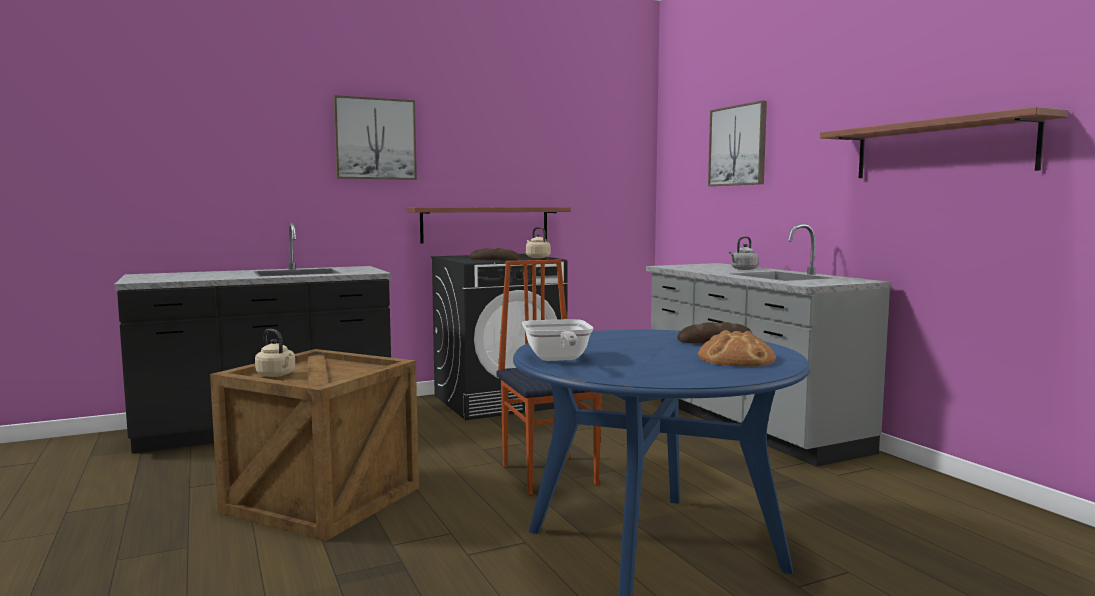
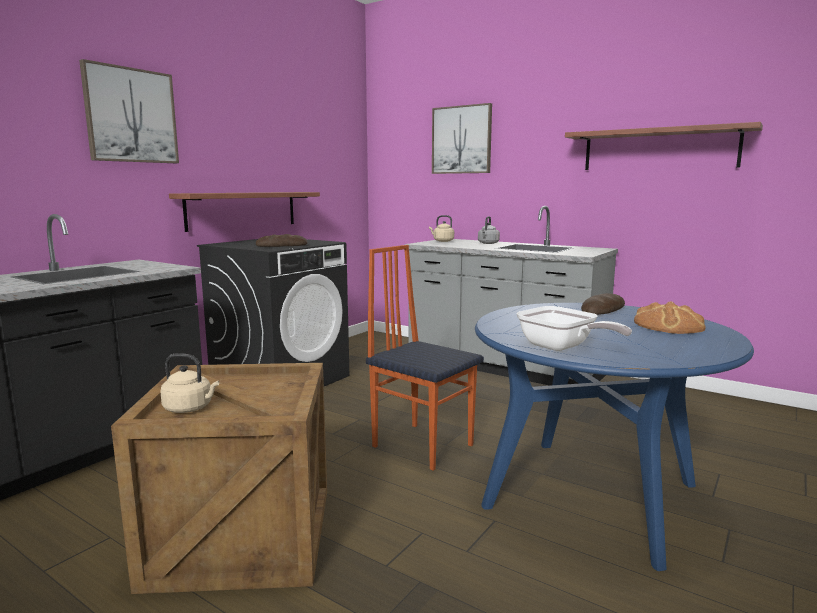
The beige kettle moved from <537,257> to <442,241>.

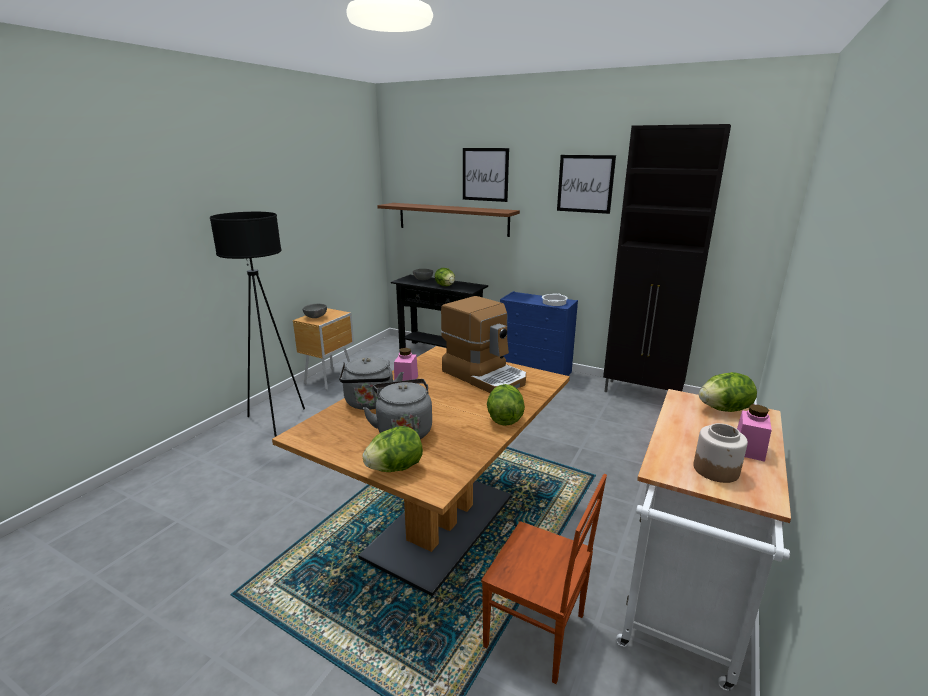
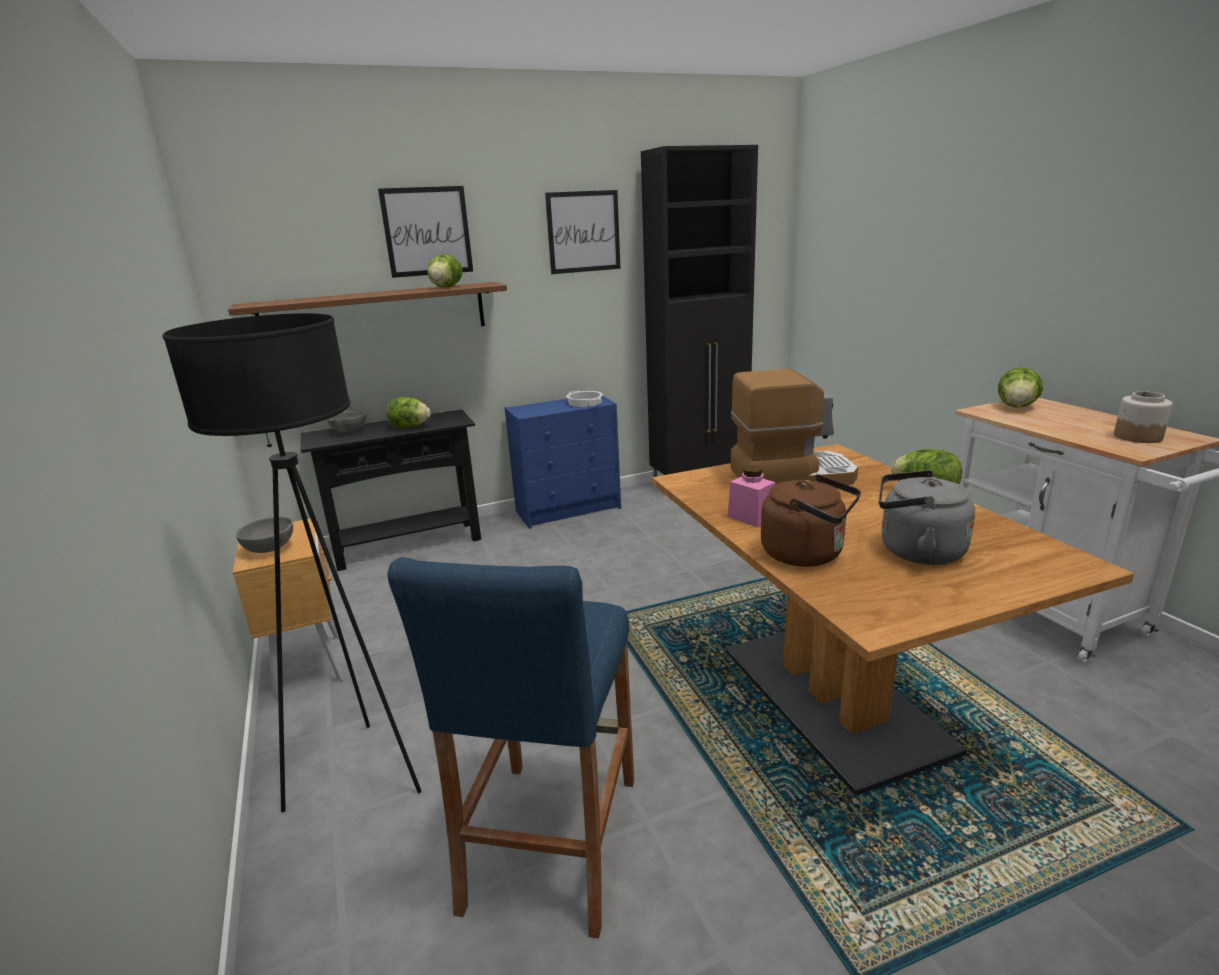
The blue stool at <551,840> appeared.
The lettuce moved from <395,468> to <446,287>.
The grey kettle at <370,403> became the brown kettle at <807,554>.
The brown chair at <536,633> disappeared.
The pink jar at <749,449> disappeared.

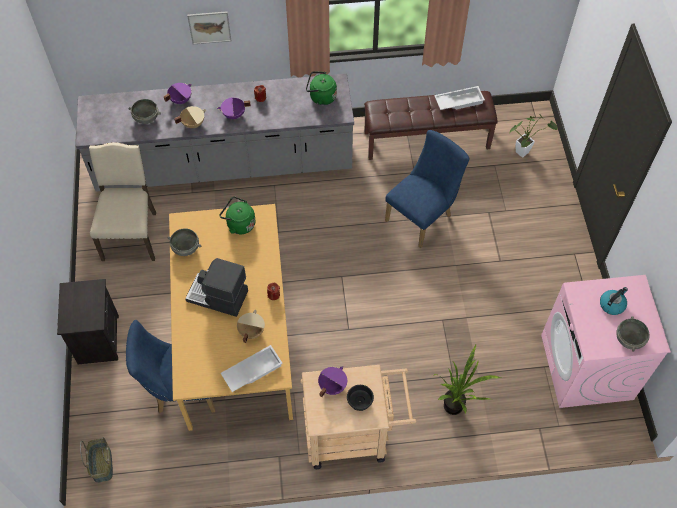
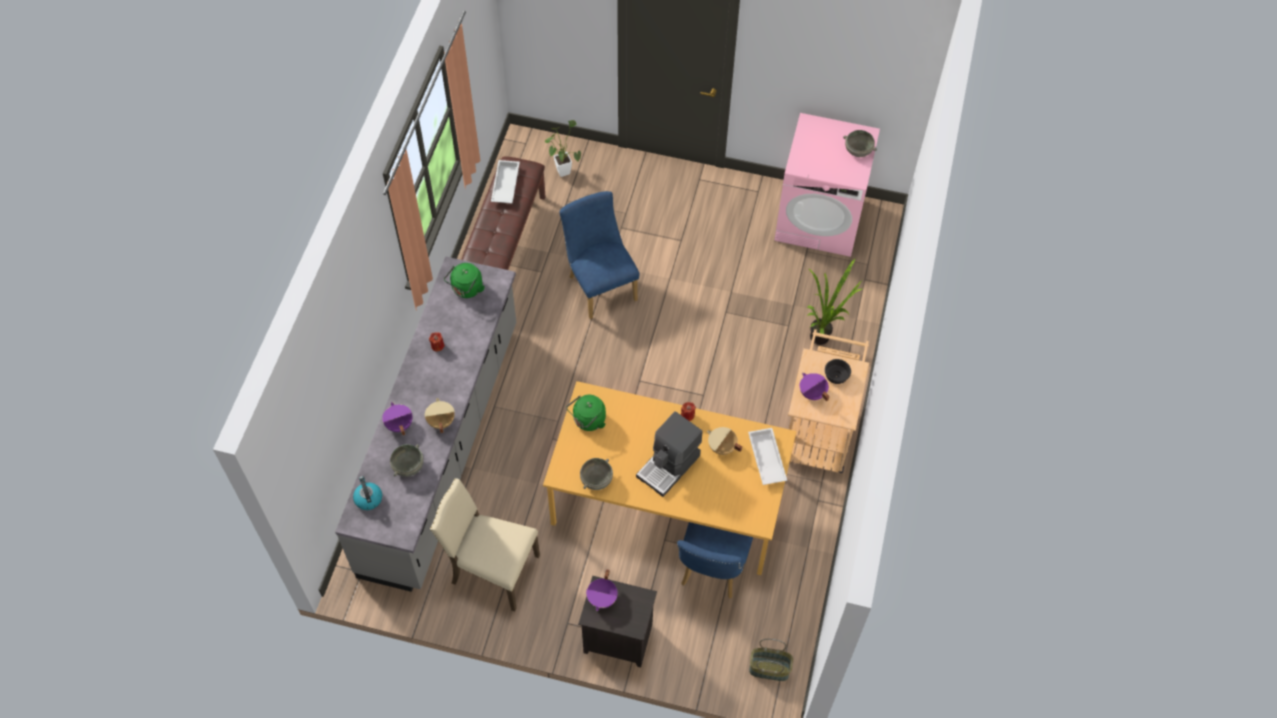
The kettle moved from <612,304> to <368,498>.
The purple cooking pot moved from <234,115> to <602,598>.
The picture at <209,27> disappeared.

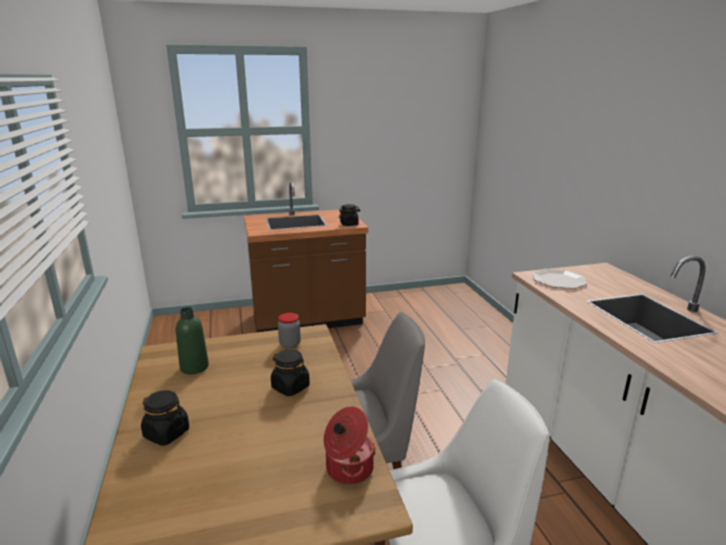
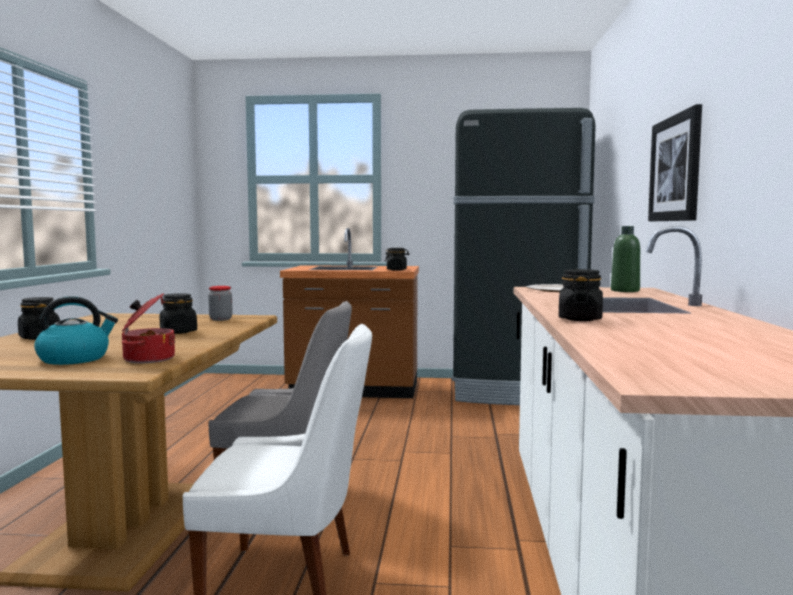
The kettle at <75,359> appeared.
The black fridge at <517,392> appeared.
The black jar at <579,319> appeared.
The green bottle moved from <194,367> to <625,290>.
The picture at <676,168> appeared.

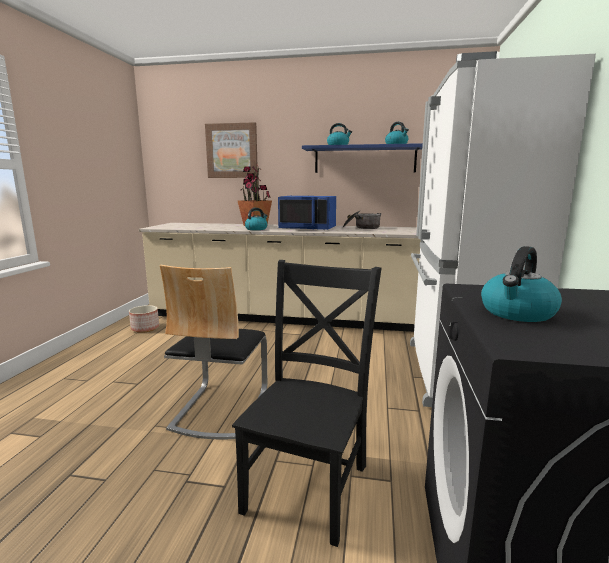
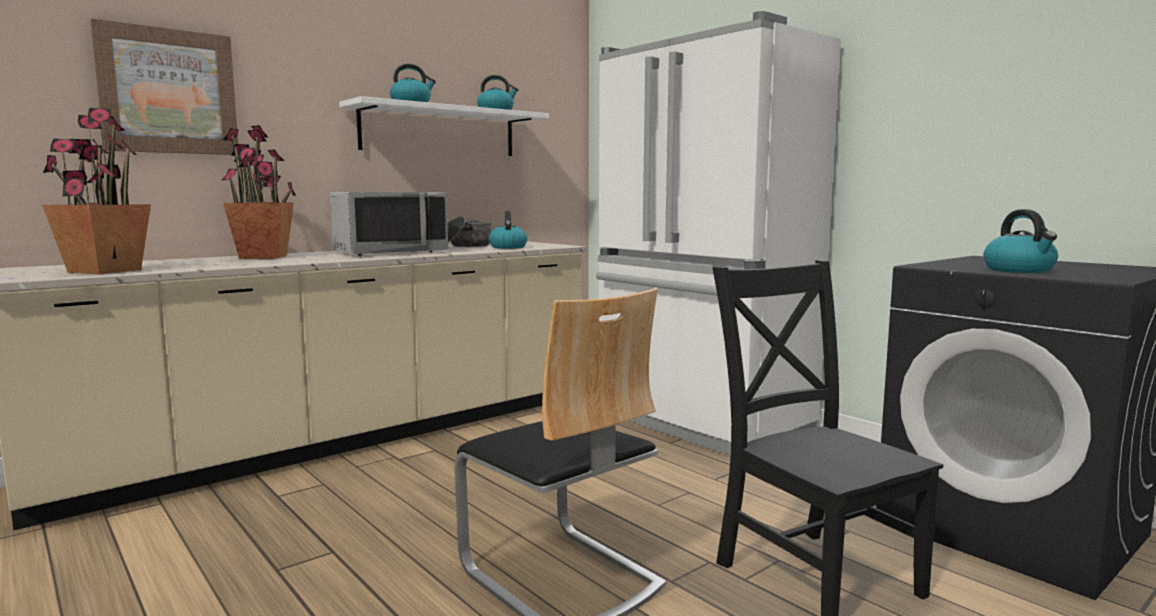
The potted plant at <104,271> appeared.
The blue microwave at <308,228> became the grey microwave at <390,252>.
The blue shelf at <364,159> became the white shelf at <439,131>.
The kettle moved from <256,229> to <508,247>.
The planter at <145,328> disappeared.

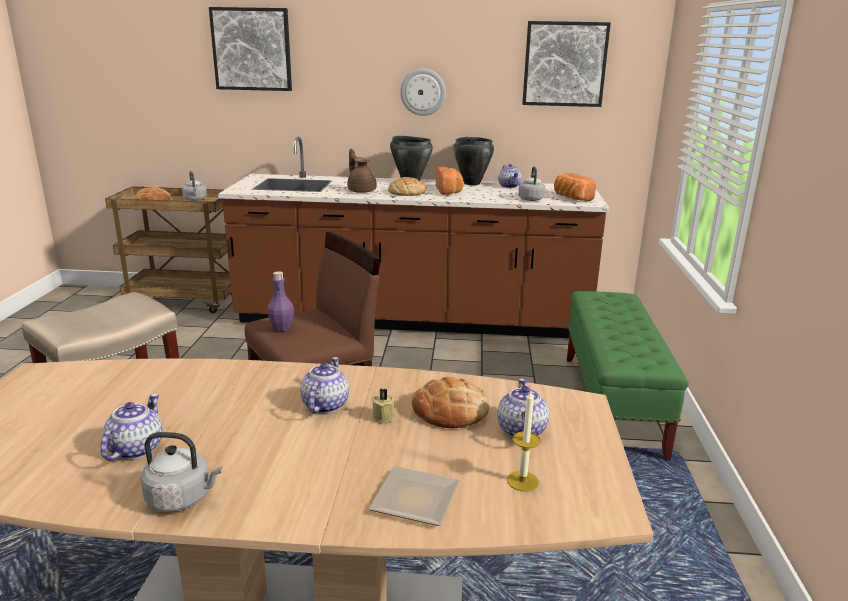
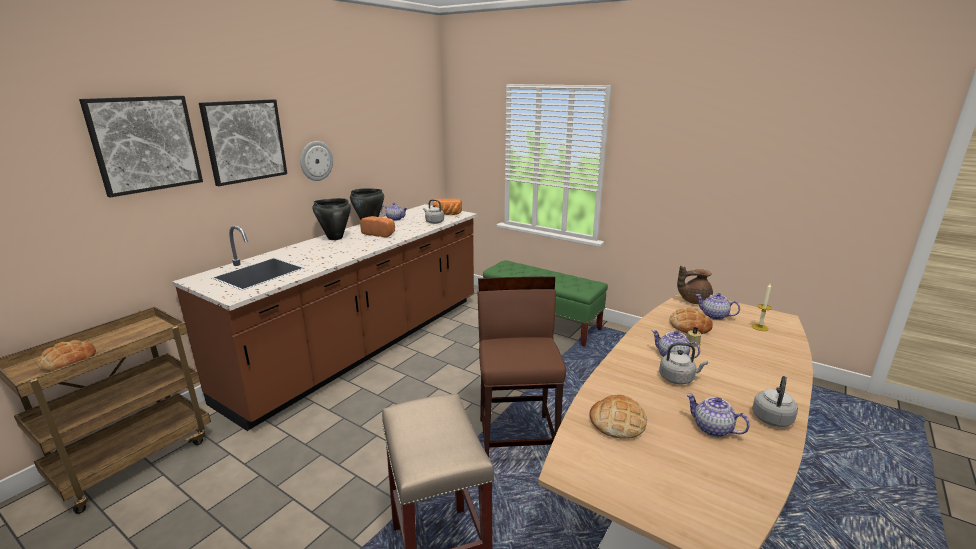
The picture moved from <564,64> to <245,141>.
The bread moved from <407,192> to <617,421>.
The grey kettle moved from <195,200> to <678,378>.
The brown teapot moved from <361,191> to <693,301>.
The purple bottle at <281,328> disappeared.
The plate at <413,497> disappeared.

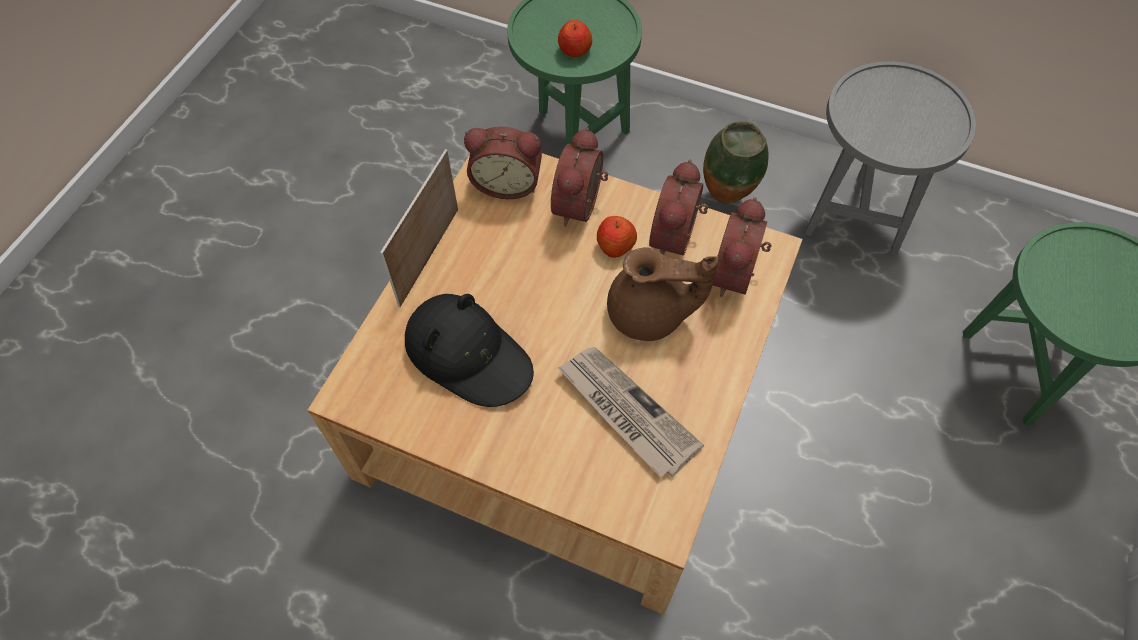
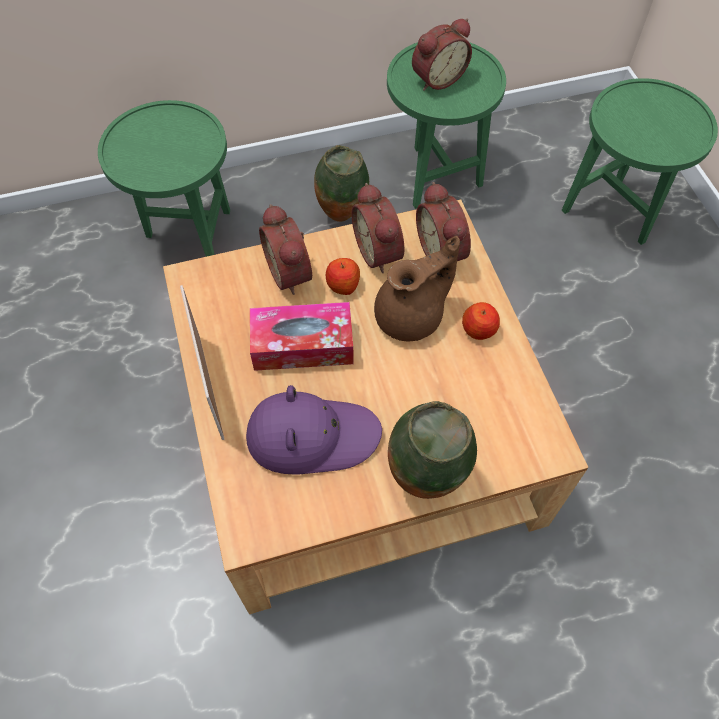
The black hat at <469,355> became the purple hat at <312,436>.
The tissue box at <303,345> appeared.
The grey side table at <855,214> became the green side table at <434,174>.
The vase at <425,479> appeared.
The alarm clock moved from <507,183> to <437,78>.
The apple moved from <574,50> to <479,329>.
The newspaper at <626,412> disappeared.

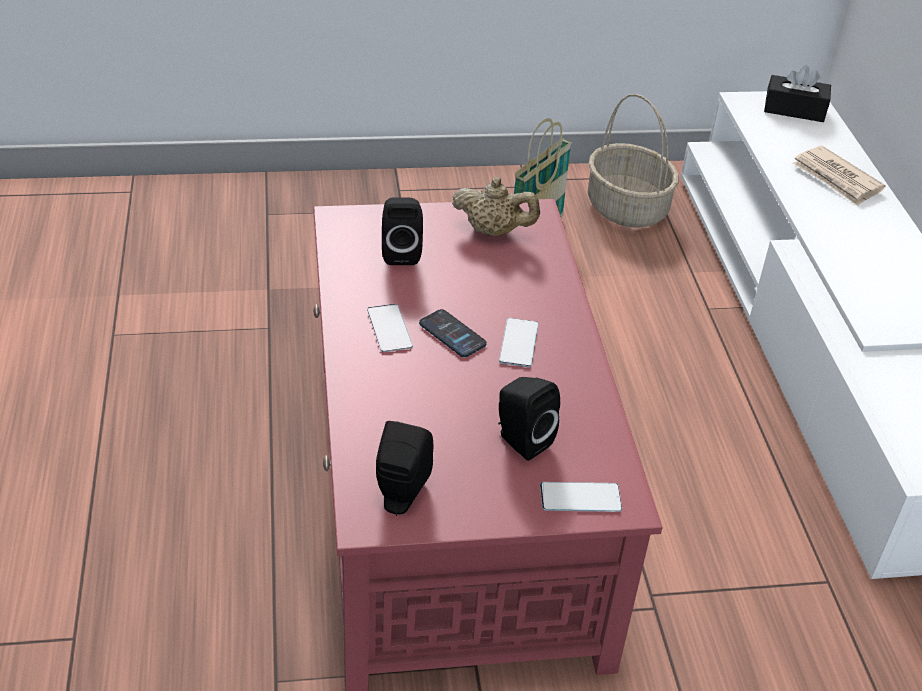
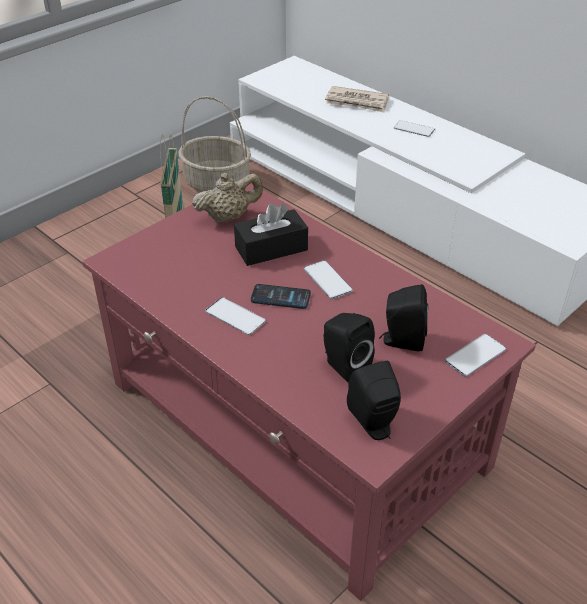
The black tissue box moved from <794,109> to <271,248>.
The black speaker moved from <401,252> to <343,365>.
The phone at <414,129> appeared.

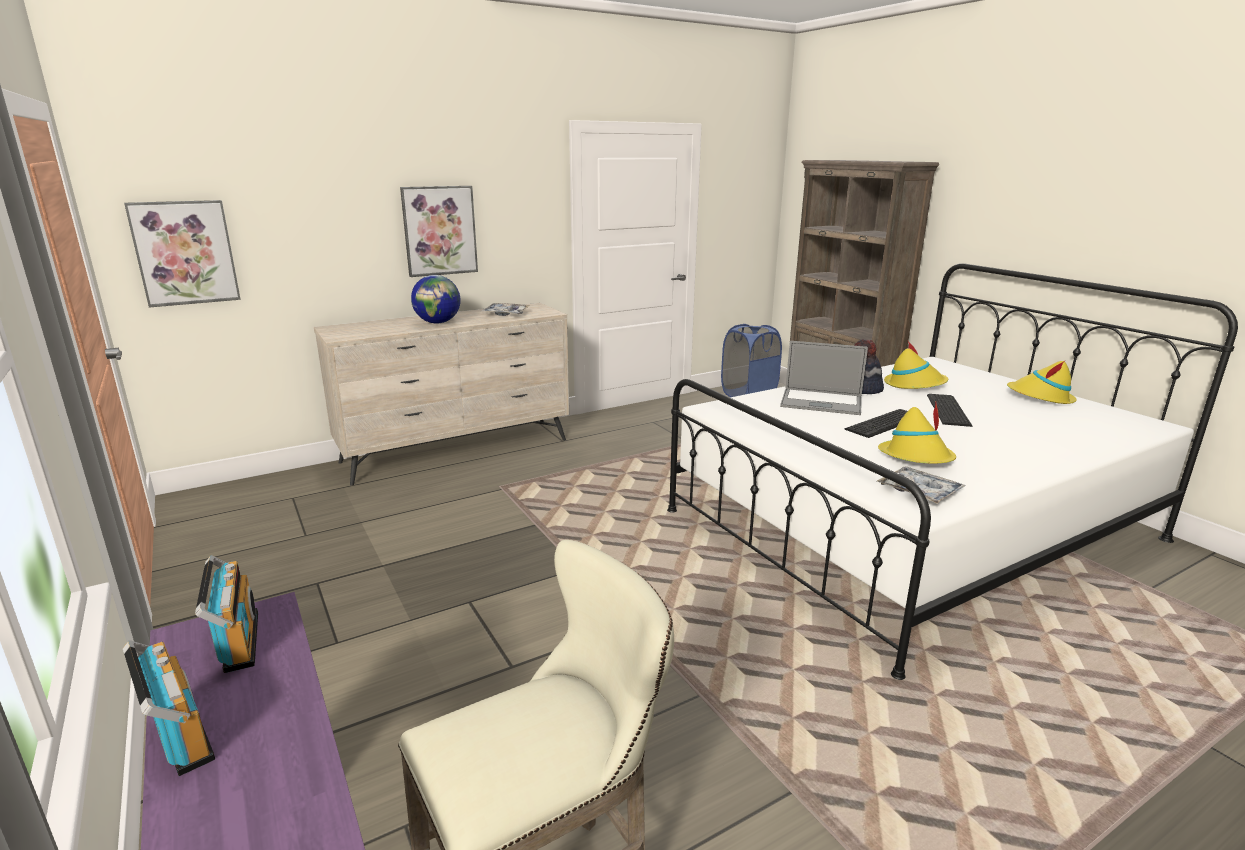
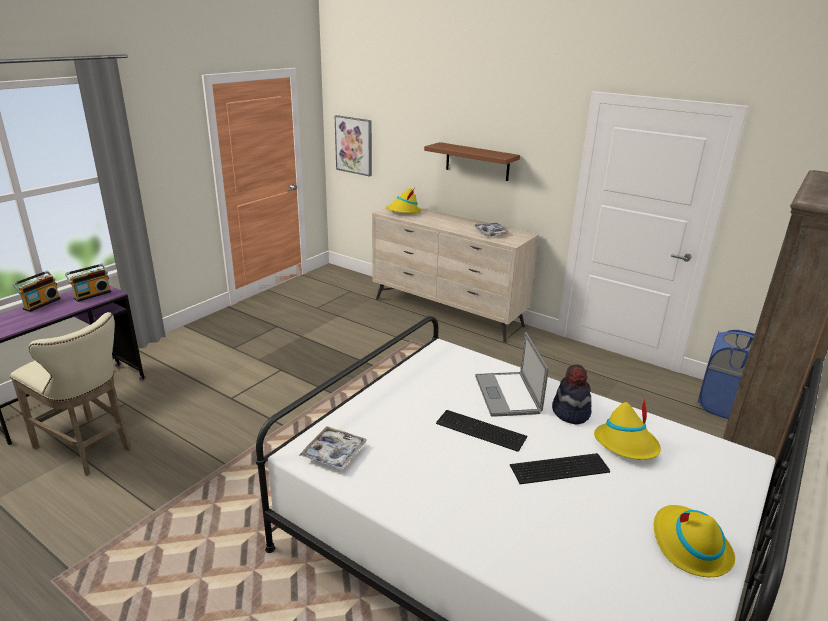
The yellow hat moved from <916,457> to <403,211>.
The picture at <439,230> was replaced by the brown shelf at <477,161>.
The globe at <438,322> disappeared.

